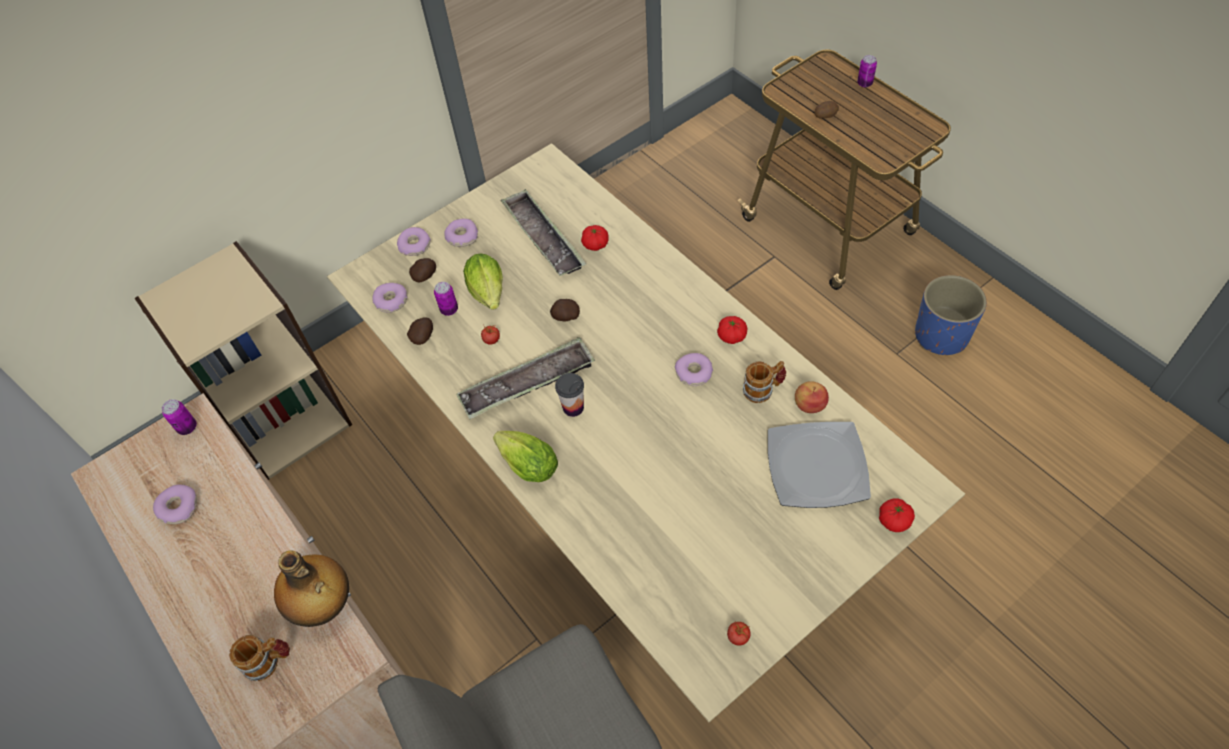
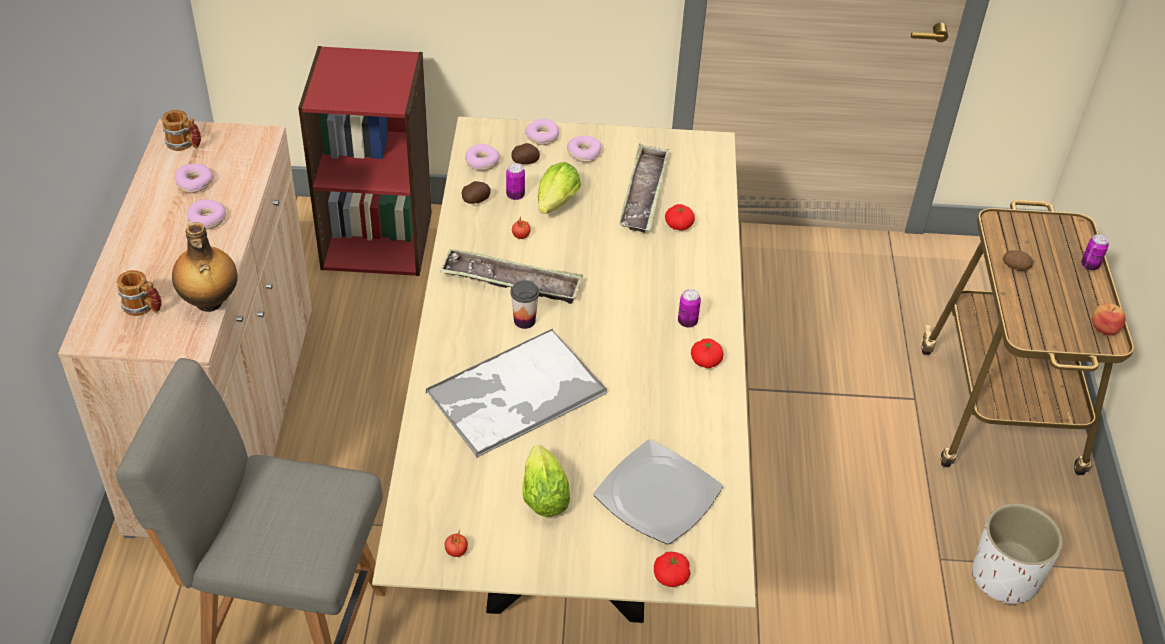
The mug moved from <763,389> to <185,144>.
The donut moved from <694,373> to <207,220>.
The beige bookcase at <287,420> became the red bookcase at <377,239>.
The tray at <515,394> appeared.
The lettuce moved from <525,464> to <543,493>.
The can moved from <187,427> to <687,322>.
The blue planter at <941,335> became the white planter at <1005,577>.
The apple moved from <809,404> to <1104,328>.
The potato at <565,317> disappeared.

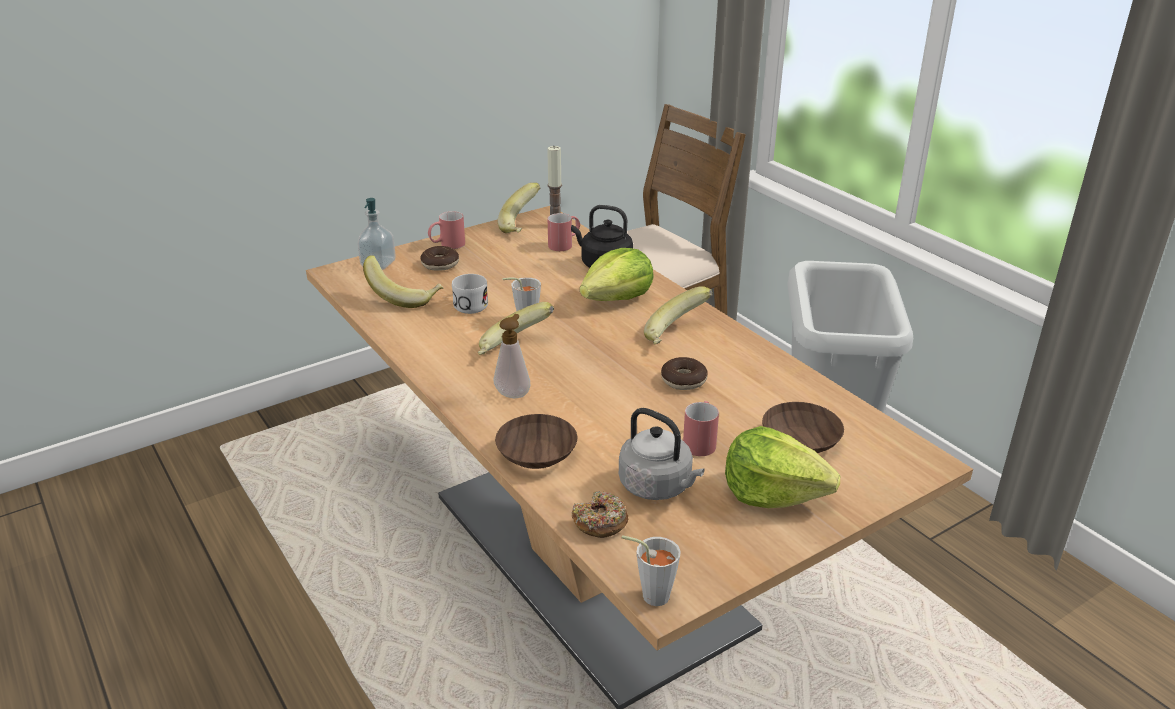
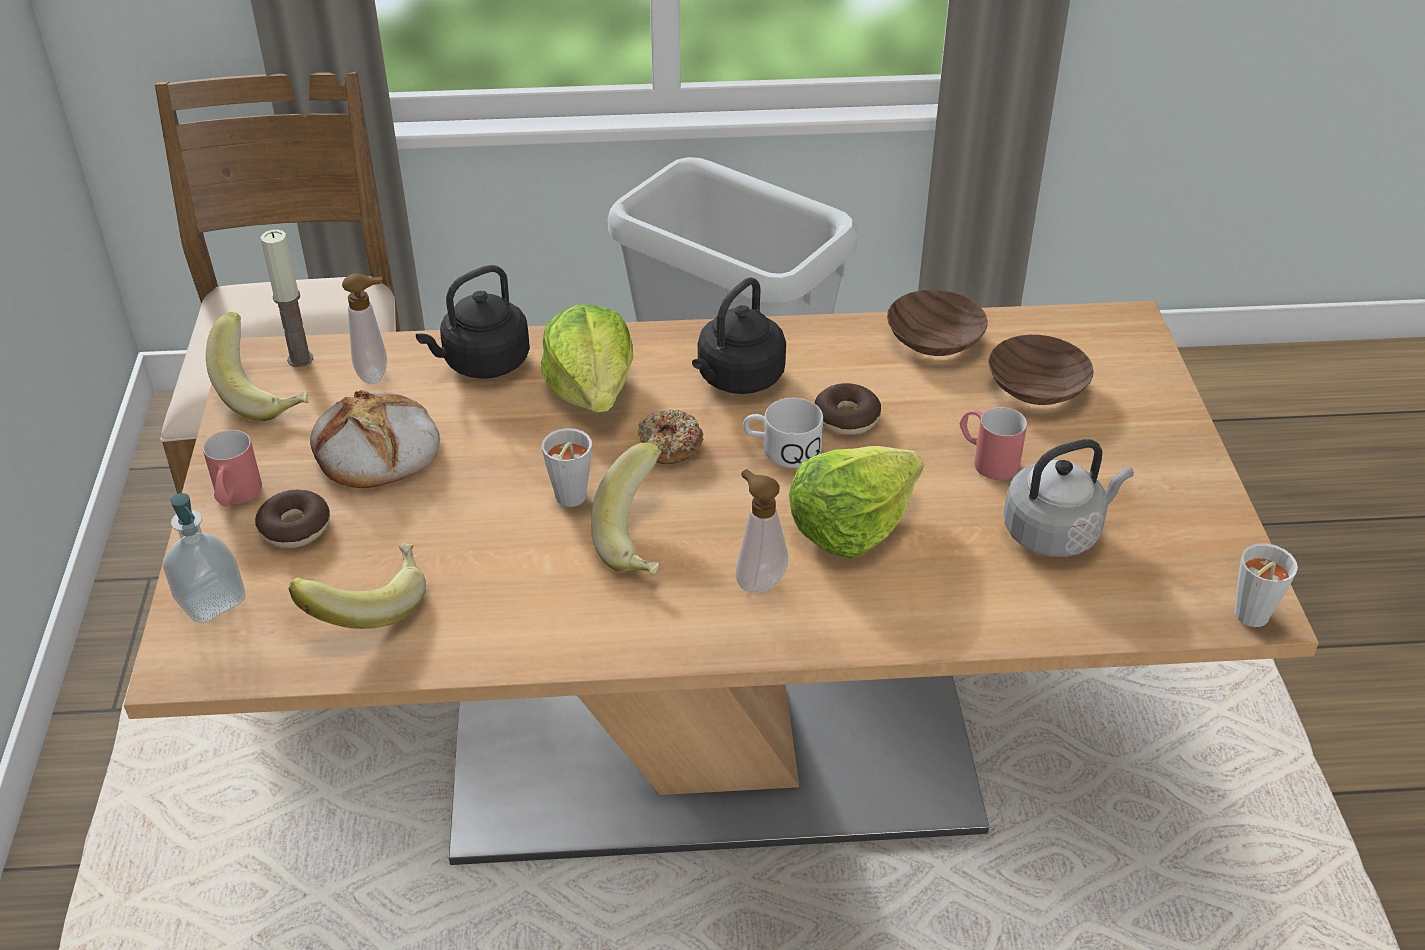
The bread at <375,449> appeared.
The red mug at <565,244> was replaced by the soap dispenser at <376,374>.
The donut moved from <600,522> to <669,446>.
The banana at <676,336> was replaced by the black kettle at <737,379>.
The white mug moved from <470,303> to <781,449>.
The lettuce moved from <773,492> to <850,524>.
The brown bowl moved from <537,456> to <937,340>.

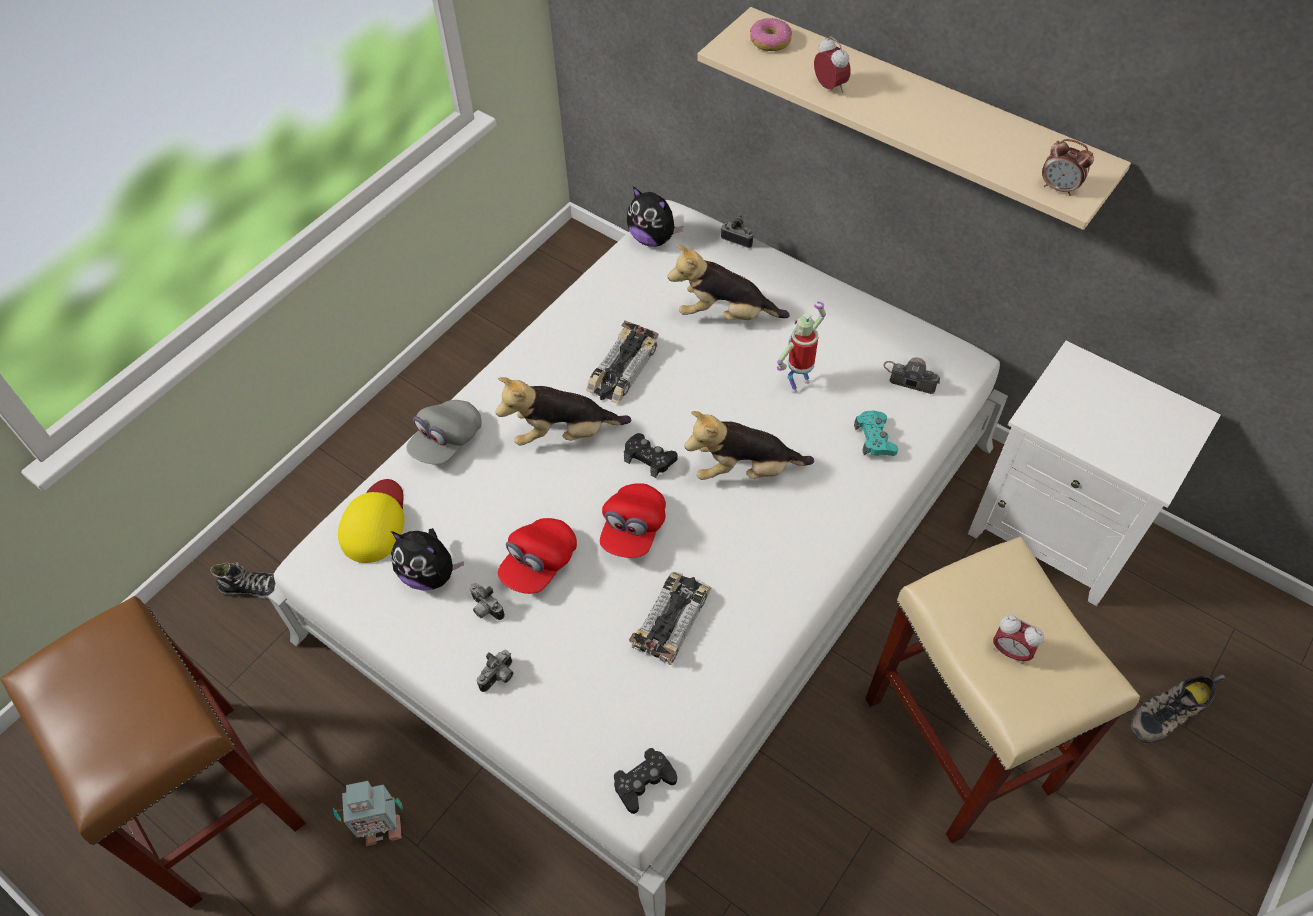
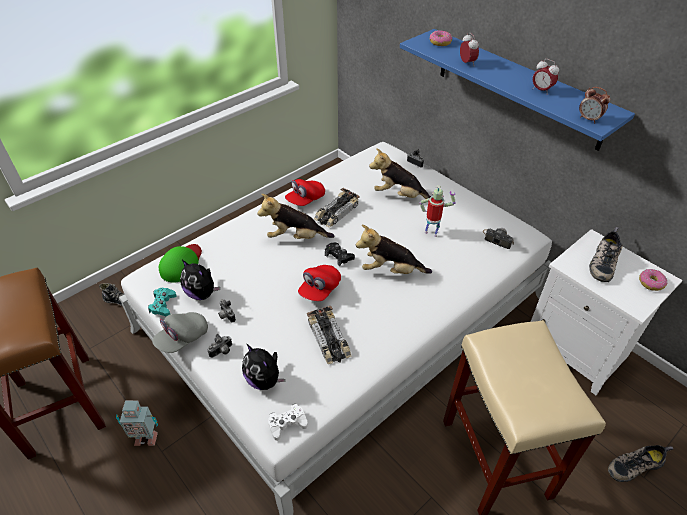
The turquoise game controller moved from <875,438> to <163,305>.
The grey cap moved from <447,441> to <182,338>.
The yellow cap at <375,523> became the green cap at <182,264>.
The plush toy moved from <653,238> to <264,380>.
The black game controller at <644,782> became the white game controller at <287,424>.
The red cap moved from <539,564> to <305,200>.
The toy car at <672,619> turned 120 degrees clockwise.
The beige shelf at <920,114> became the blue shelf at <518,88>.
The toy robot at <798,383> turned 60 degrees clockwise.
The alarm clock moved from <1010,651> to <541,90>.
The shoe at <602,261> appeared.
The donut at <651,283> appeared.

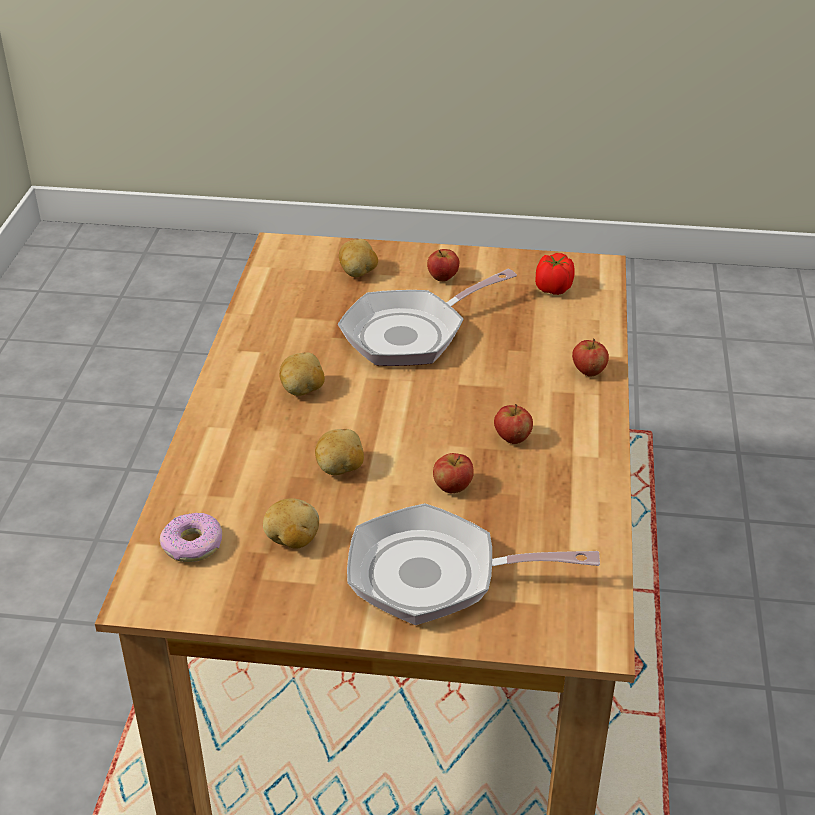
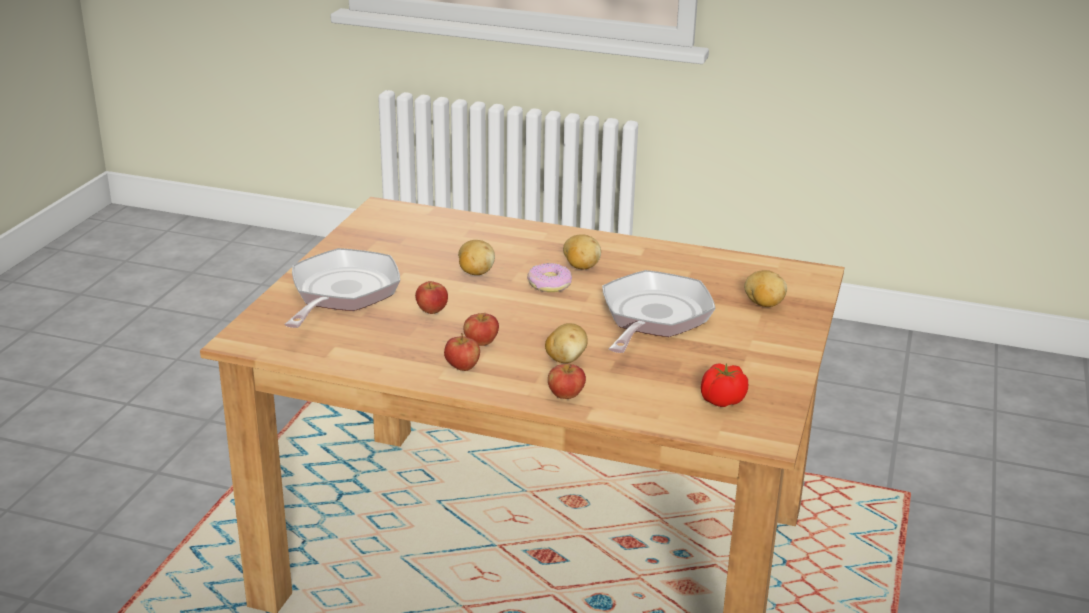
The apple moved from <443,278> to <462,367>.
The donut moved from <193,545> to <549,284>.
The potato moved from <292,541> to <566,359>.
The frying pan at <411,333> turned 45 degrees clockwise.

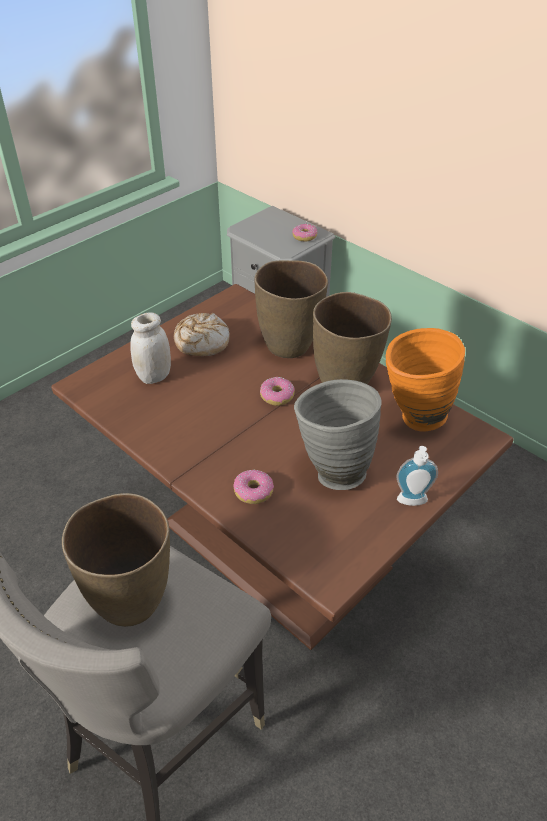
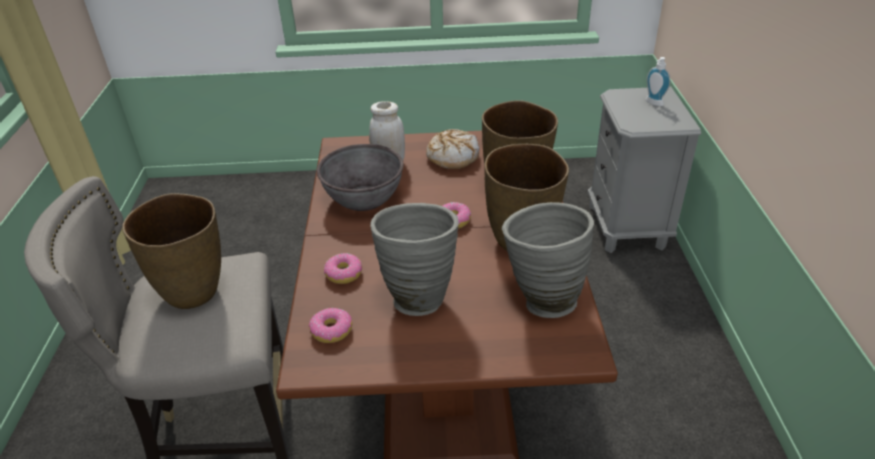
The donut moved from <304,236> to <332,330>.
The grey bowl at <364,198> appeared.
The orange vase at <412,418> became the grey vase at <540,299>.
The soap dispenser moved from <412,502> to <652,103>.

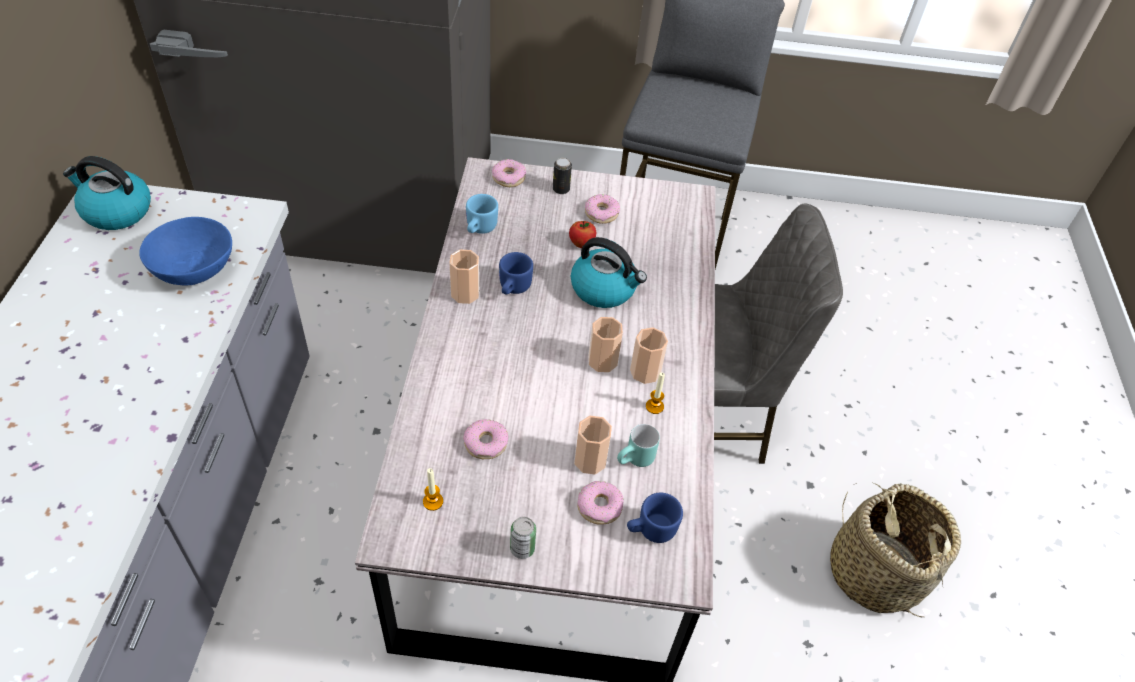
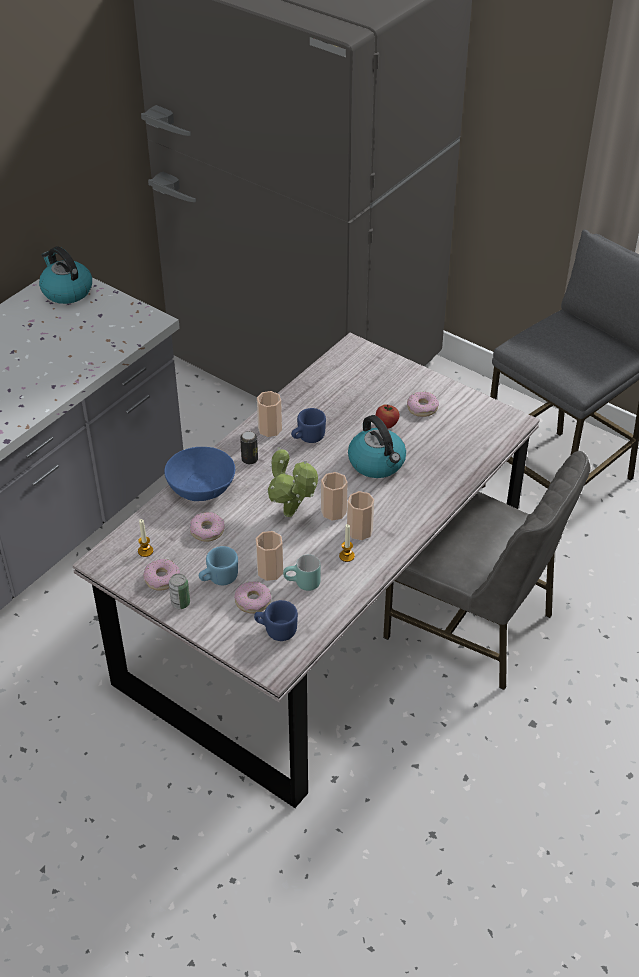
The donut moved from <509,178> to <162,578>.
The blue bowl moved from <193,268> to <201,488>.
The blue mug moved from <479,229> to <218,578>.
The can moved from <561,189> to <249,459>.
The potted plant at <291,515> appeared.
The basket at <875,572> disappeared.

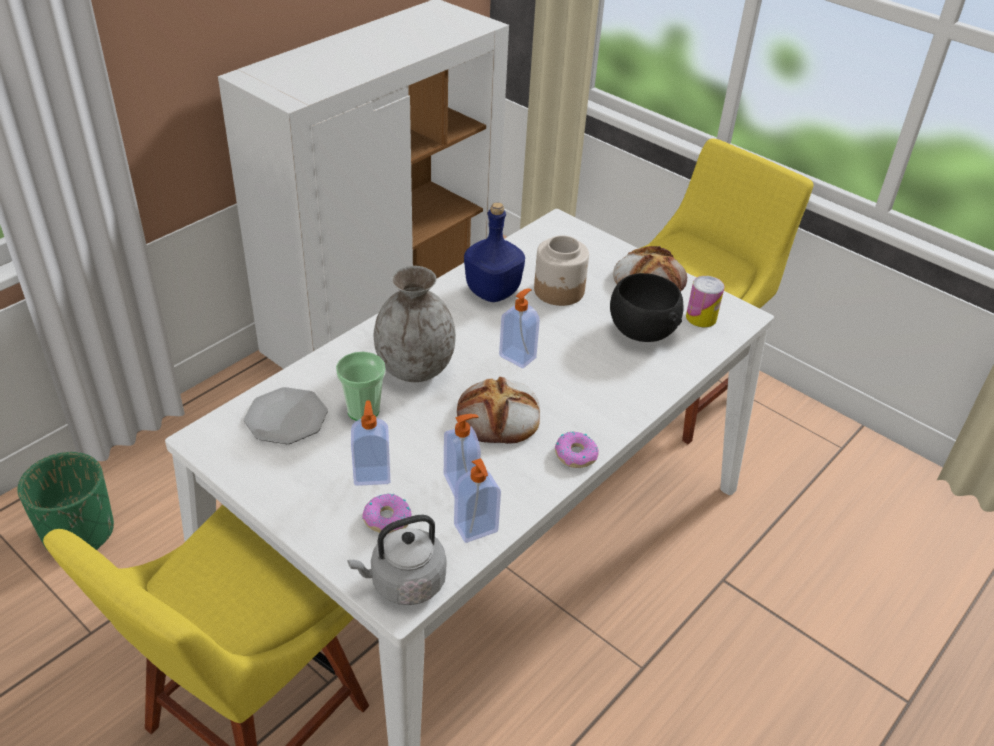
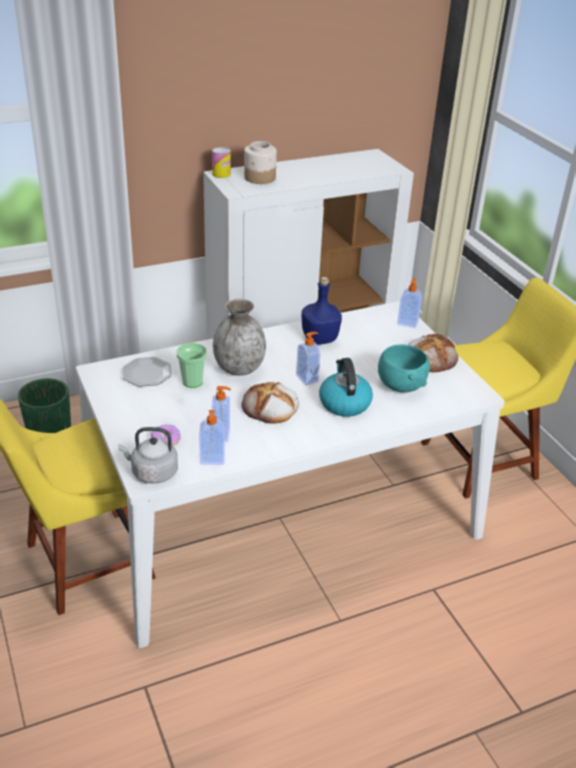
The can moved from <701,317> to <221,174>.
The jar moved from <559,291> to <260,178>.
The kettle at <344,403> appeared.
The black bowl at <641,331> became the turquoise bowl at <400,385>.
The soap dispenser moved from <372,474> to <407,323>.
The donut at <576,454> disappeared.

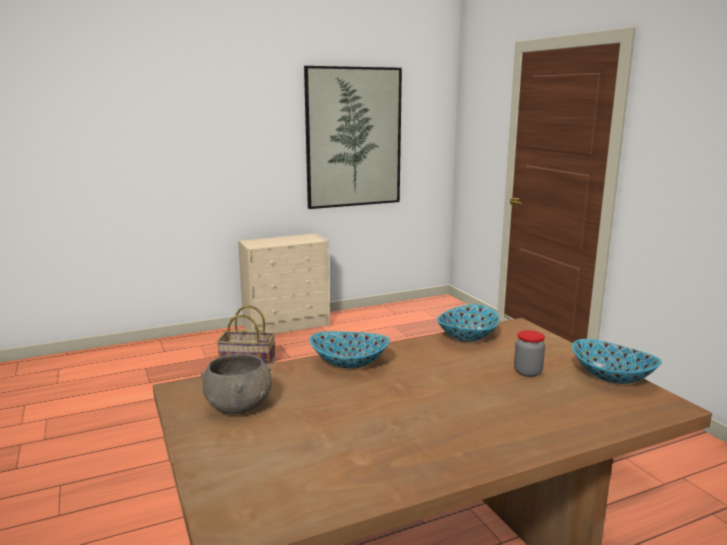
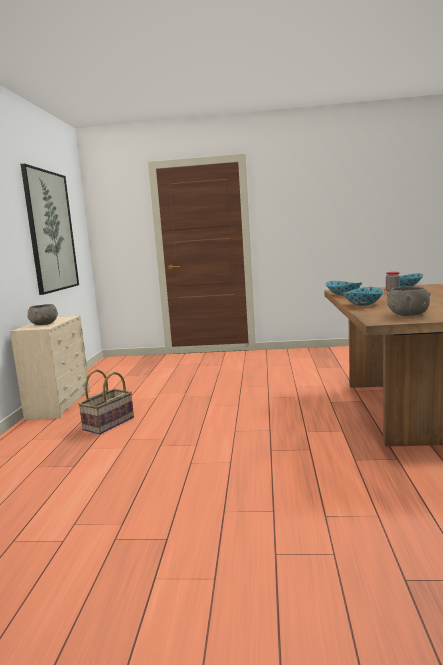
The grey bowl at <43,324> appeared.

